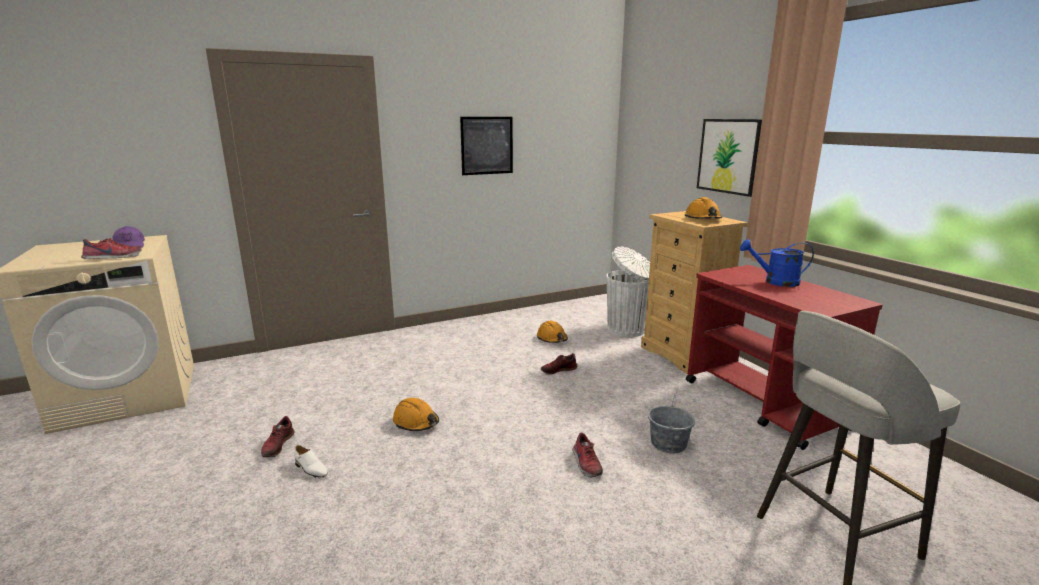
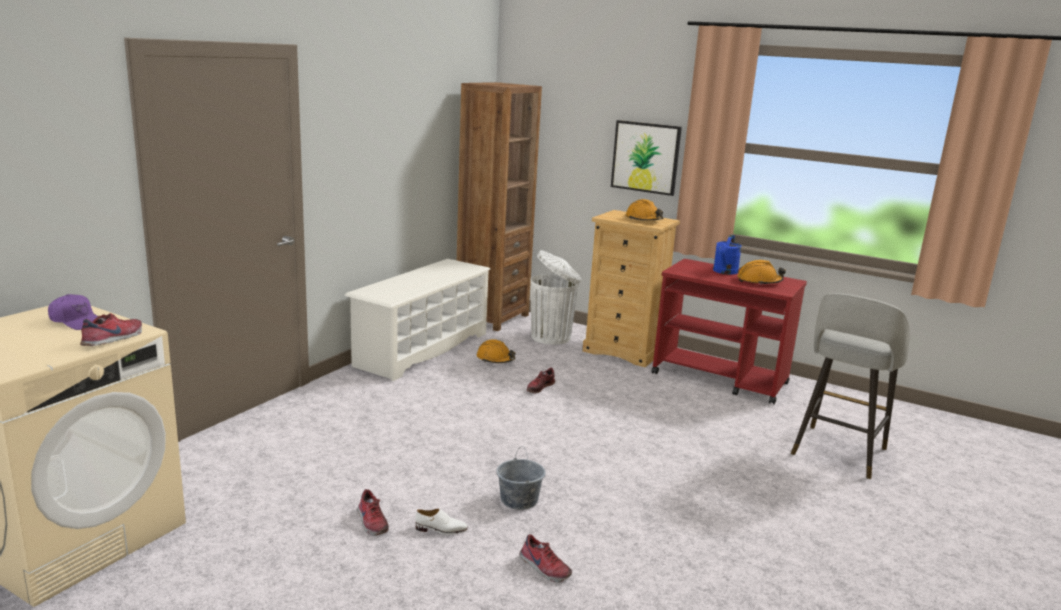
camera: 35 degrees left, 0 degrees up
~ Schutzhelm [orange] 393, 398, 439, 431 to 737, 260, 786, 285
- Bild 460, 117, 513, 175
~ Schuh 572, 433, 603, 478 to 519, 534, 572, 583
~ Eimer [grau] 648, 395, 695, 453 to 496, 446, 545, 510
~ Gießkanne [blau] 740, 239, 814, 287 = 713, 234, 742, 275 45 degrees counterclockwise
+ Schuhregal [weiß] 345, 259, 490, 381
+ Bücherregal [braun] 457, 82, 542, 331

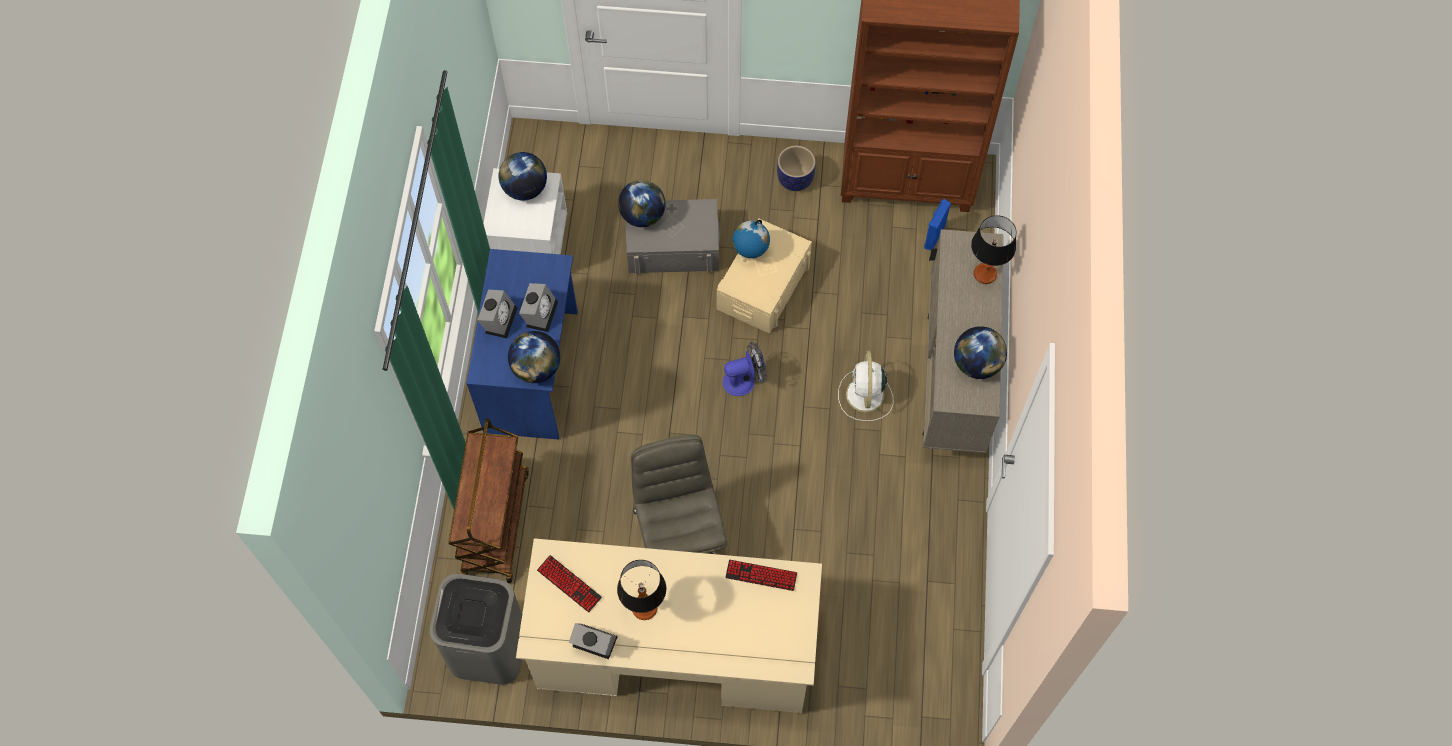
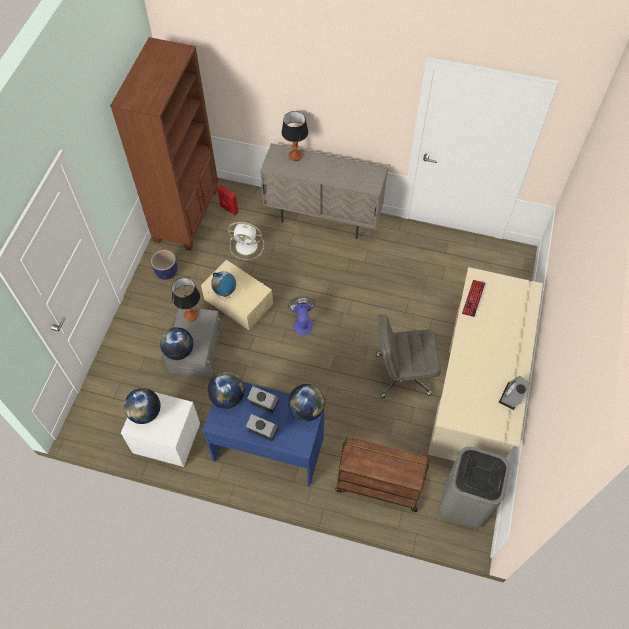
camera: 80 degrees left, 5 degrees down
- Tastatur 537, 555, 602, 613
~ Tischlampe 617, 560, 666, 620 to 172, 278, 200, 322
~ Ventilator [weiß] 838, 351, 894, 421 to 228, 222, 264, 260
~ Lautsprecher [blau] 924, 199, 951, 250 to Lautsprecher [rot] 217, 185, 238, 216
~ Globus 954, 326, 1007, 379 to 208, 372, 245, 409

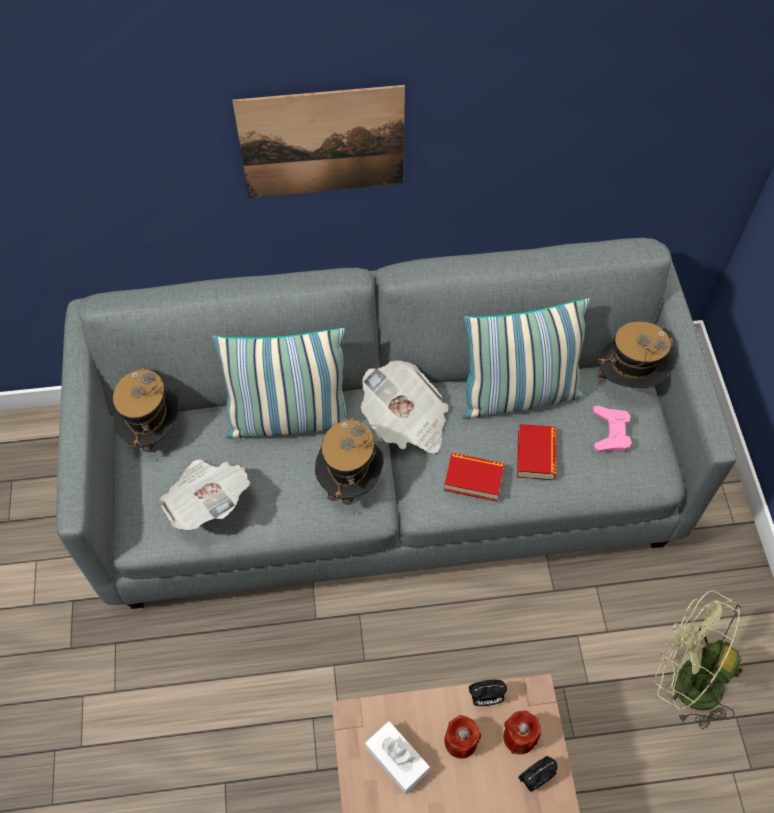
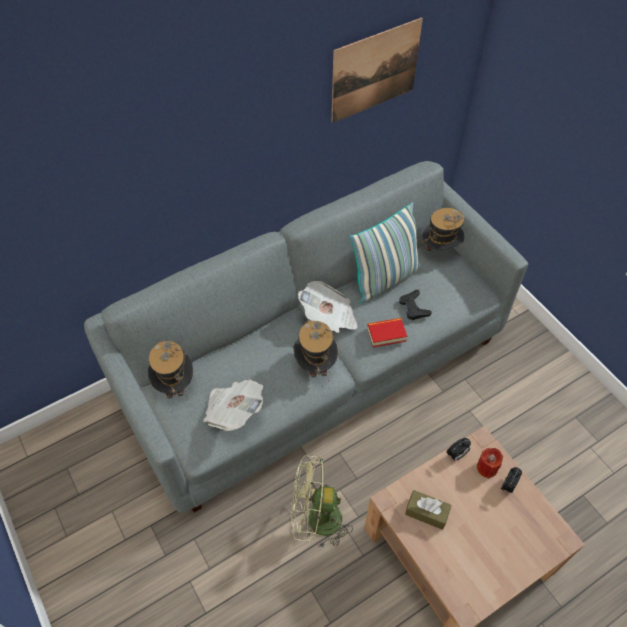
camera: 25 degrees left, 5 degrees down
- Kissen 212, 328, 346, 439
~ Bild 233, 85, 405, 198 to 332, 17, 423, 123
~ Taschentuchbox [weiß] 365, 721, 430, 795 to Taschentuchbox [braun] 405, 490, 451, 530
- Kerze [rot] 445, 715, 481, 759
~ Buch 517, 424, 556, 480 to Gamepad [schwarz] 399, 290, 432, 320
- Gamepad [rosa] 592, 405, 632, 452
~ Ventilator [grün] 653, 590, 744, 729 to 291, 455, 353, 549

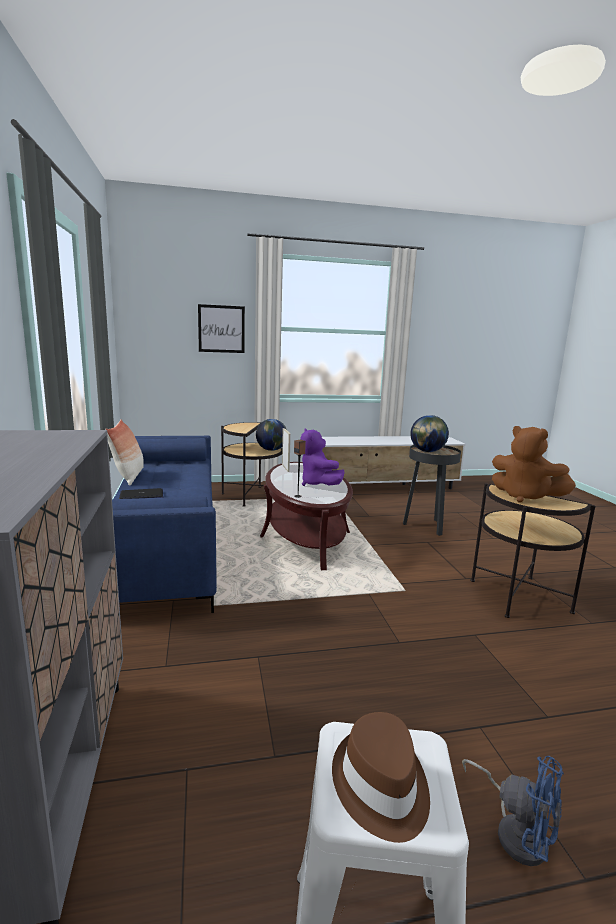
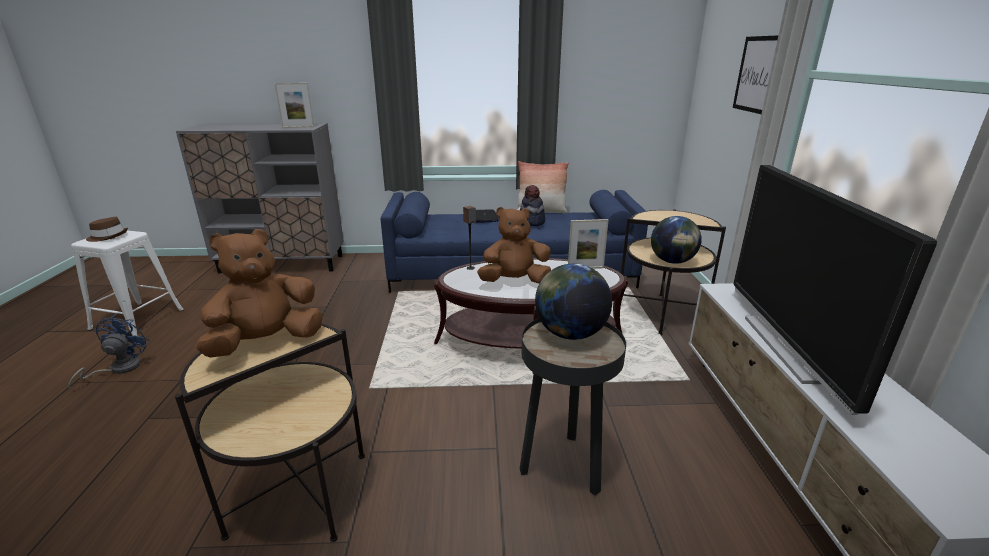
camera: 100 degrees right, 10 degrees up
~ Plüschtier [lila] 300, 428, 345, 486 to Plüschtier [braun] 477, 207, 551, 284
~ Ventilator [blau] 462, 756, 564, 866 = 68, 314, 150, 391 135 degrees clockwise
+ Bilderrahmen 274, 83, 314, 128
+ Hut 520, 185, 545, 226
+ Fernseher 734, 165, 937, 415

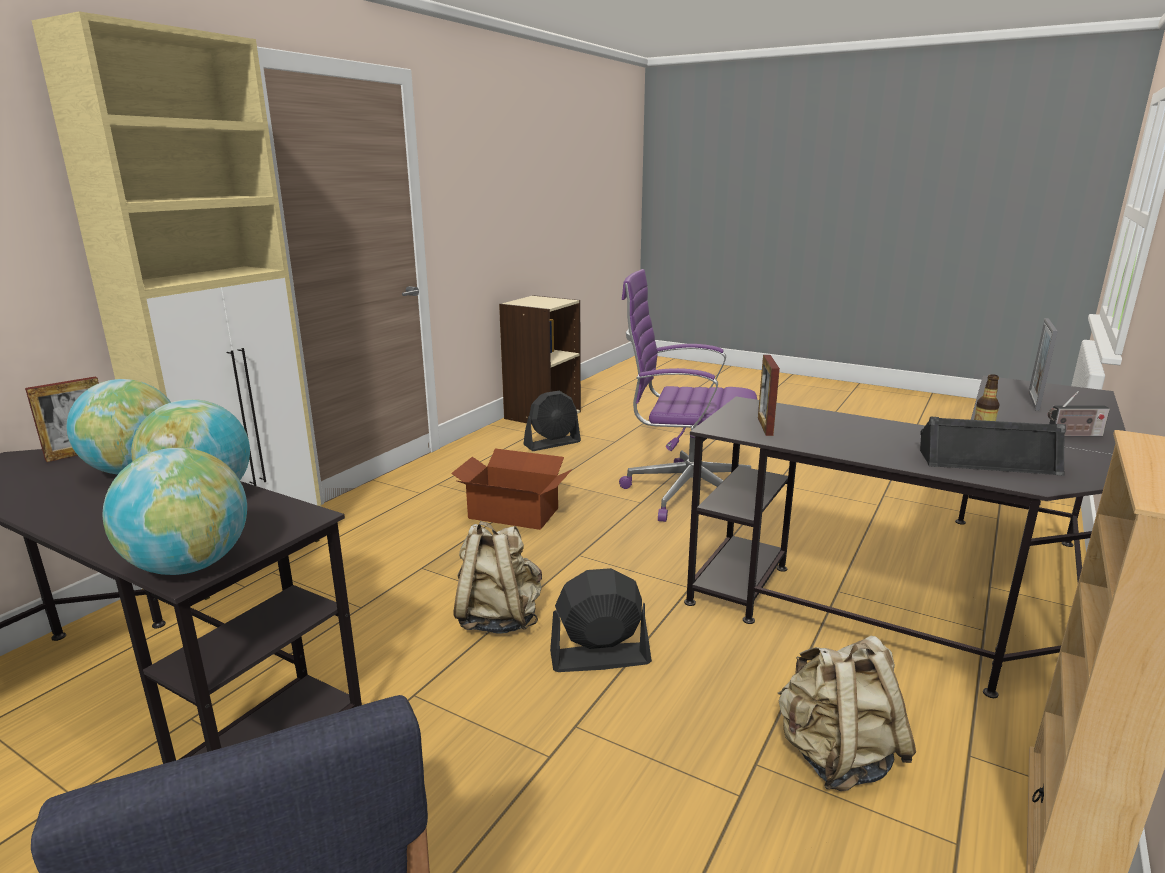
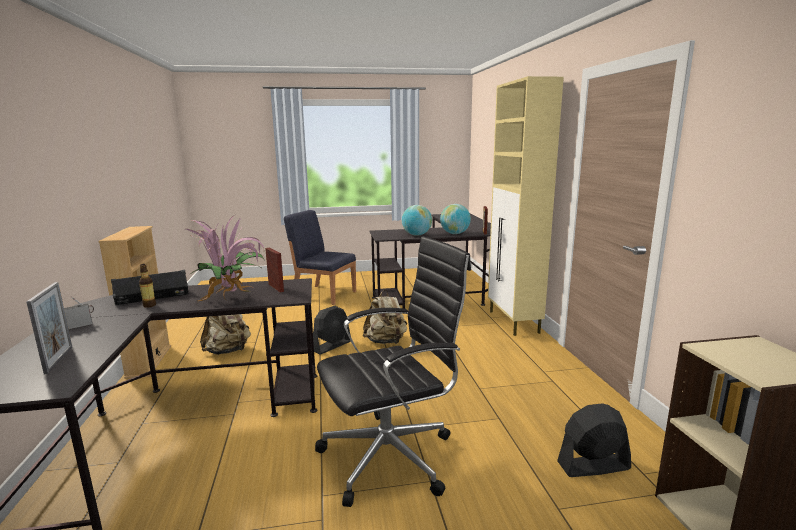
camera: 140 degrees right, 5 degrees down
- Globus 102, 448, 247, 575
- Karton 451, 449, 572, 530
~ Ventilator [schwarz] 523, 391, 581, 451 = 557, 403, 631, 477 60 degrees clockwise
~ Bürostuhl [lila] 619, 269, 757, 522 to Bürostuhl [schwarz] 315, 236, 471, 507
+ Topfpflanze 184, 215, 265, 305

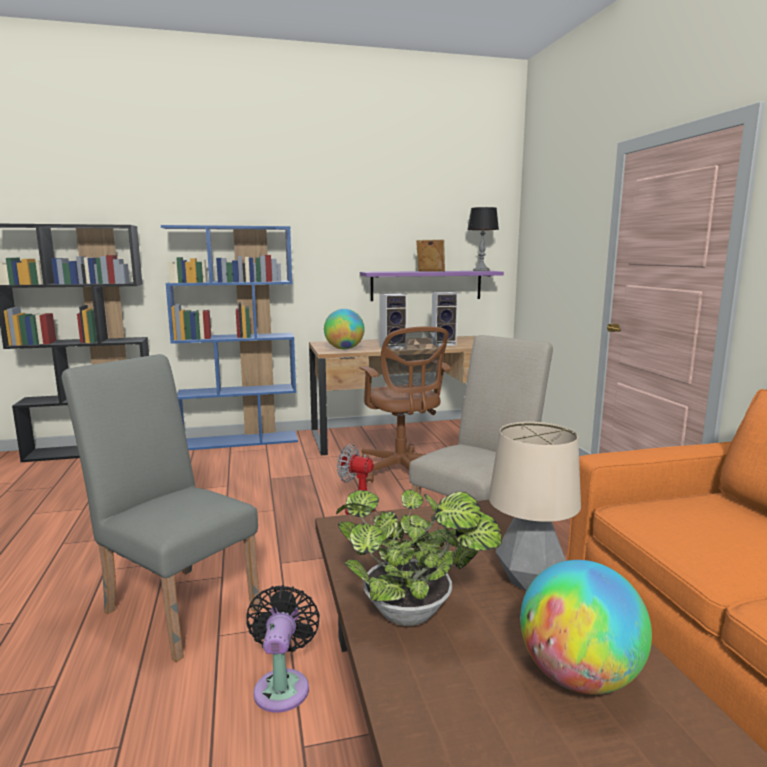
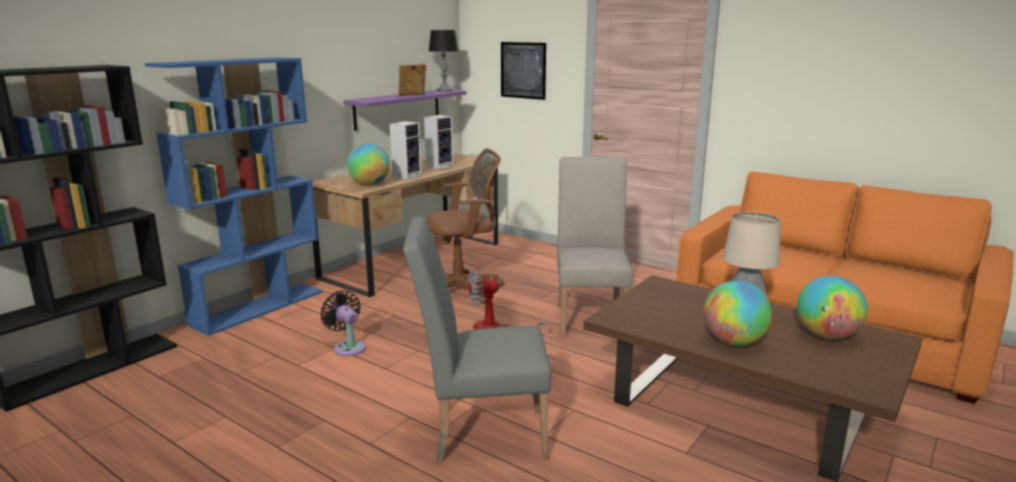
camera: 40 degrees left, 5 degrees up
~ Ventilator [schwarz] 246, 585, 320, 713 to 321, 290, 366, 356
~ Topfpflanze 336, 489, 502, 626 to Globus 703, 281, 772, 346
~ Bürostuhl [braun] 359, 326, 452, 483 = 426, 148, 504, 304 45 degrees counterclockwise
+ Bild 501, 42, 546, 100

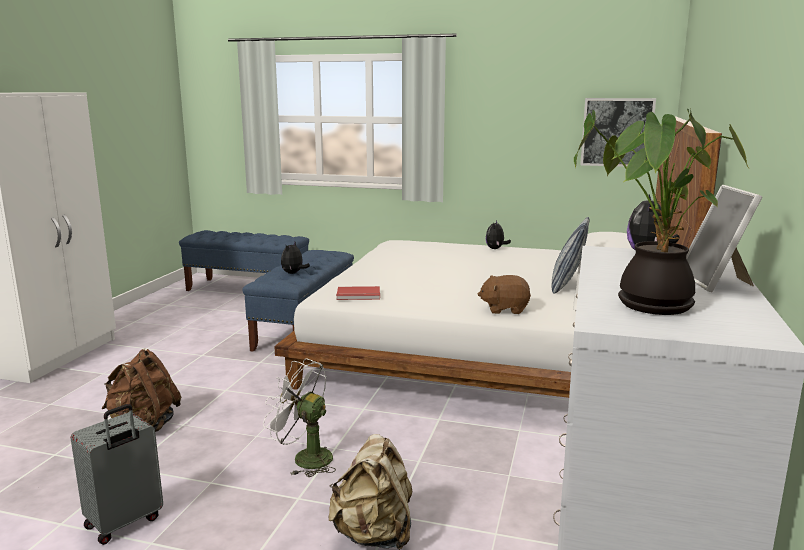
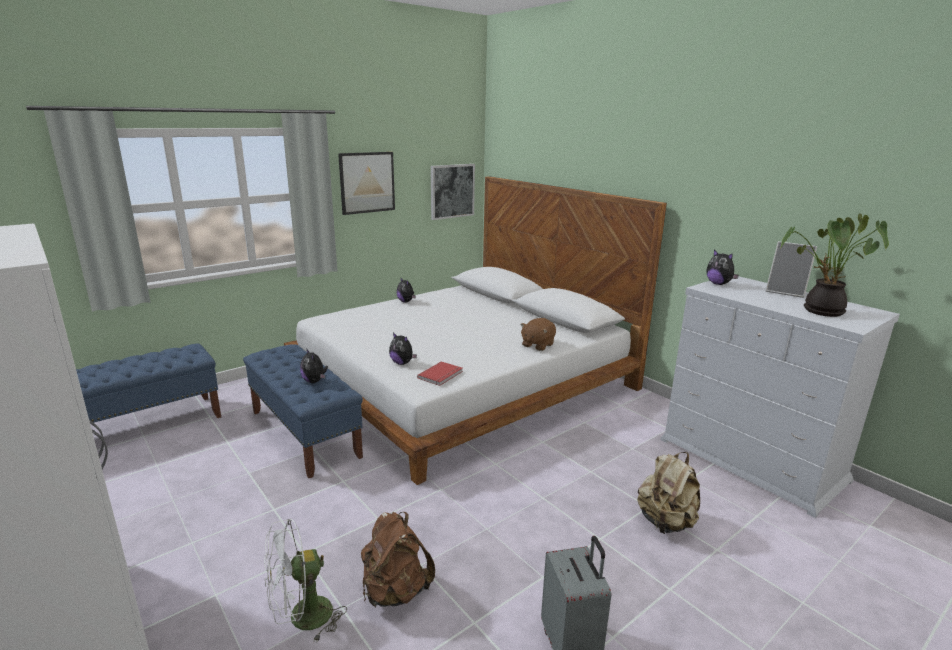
camera: 55 degrees left, 5 degrees up
~ Ventilator [weiß] 263, 359, 336, 477 to 264, 519, 347, 643
- Kissen 552, 217, 590, 294
+ Bild 338, 152, 395, 215
+ Plüschtier 389, 332, 417, 365

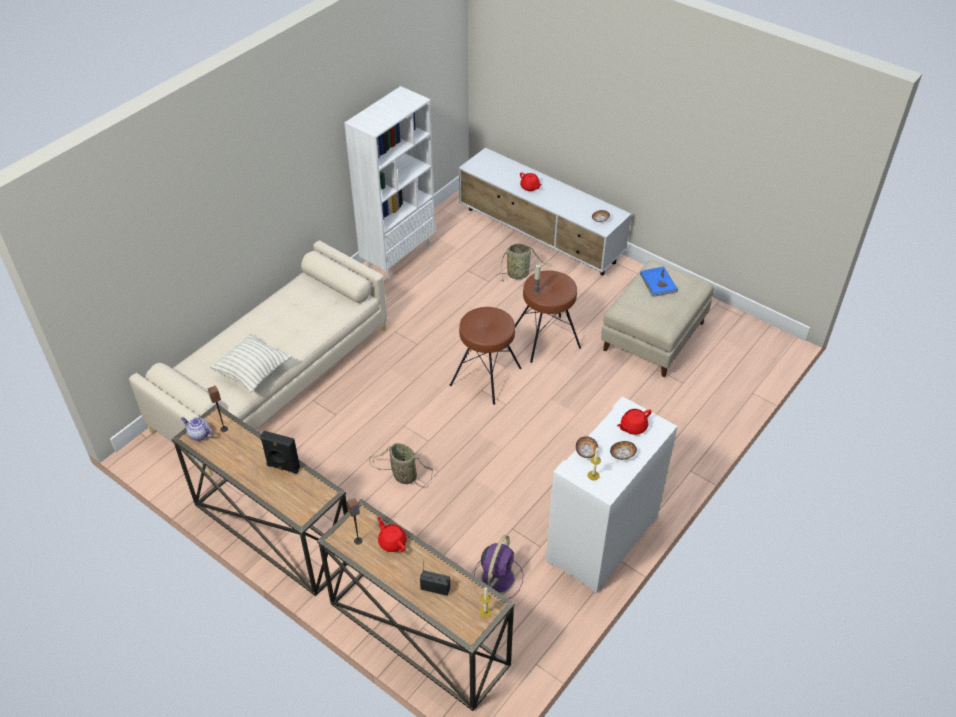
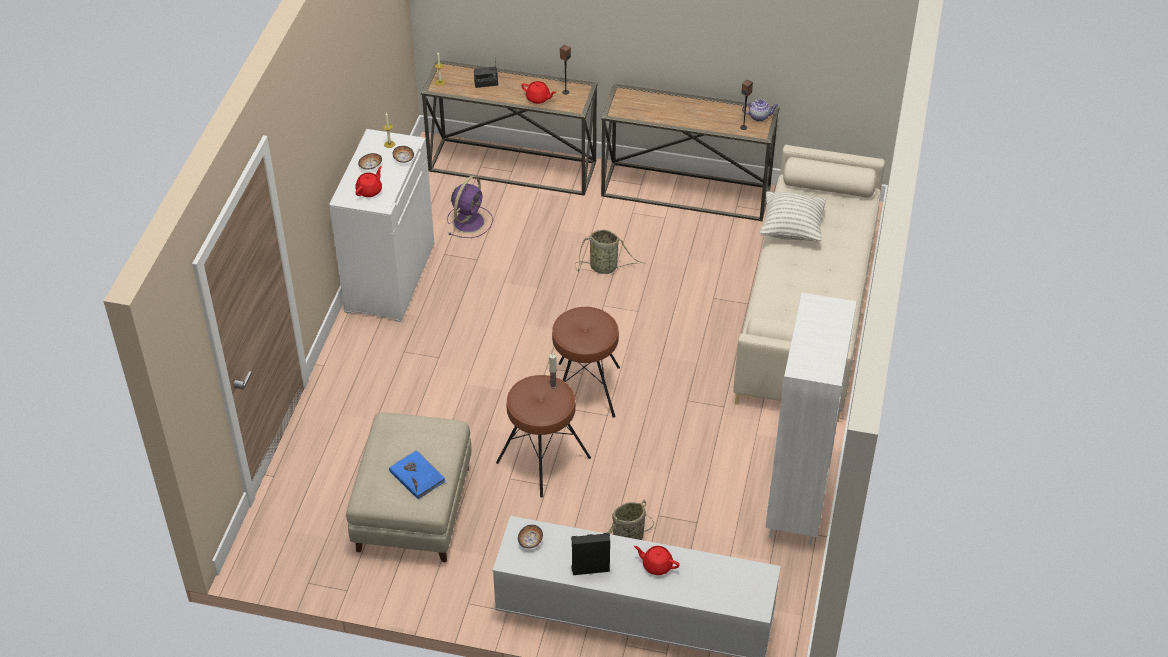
camera: 155 degrees right, 0 degrees up
~ Lautsprecher [schwarz] 260, 431, 300, 474 to 571, 533, 610, 575
~ Ventilator [lila] 474, 535, 523, 599 = 447, 176, 493, 238 150 degrees counterclockwise

